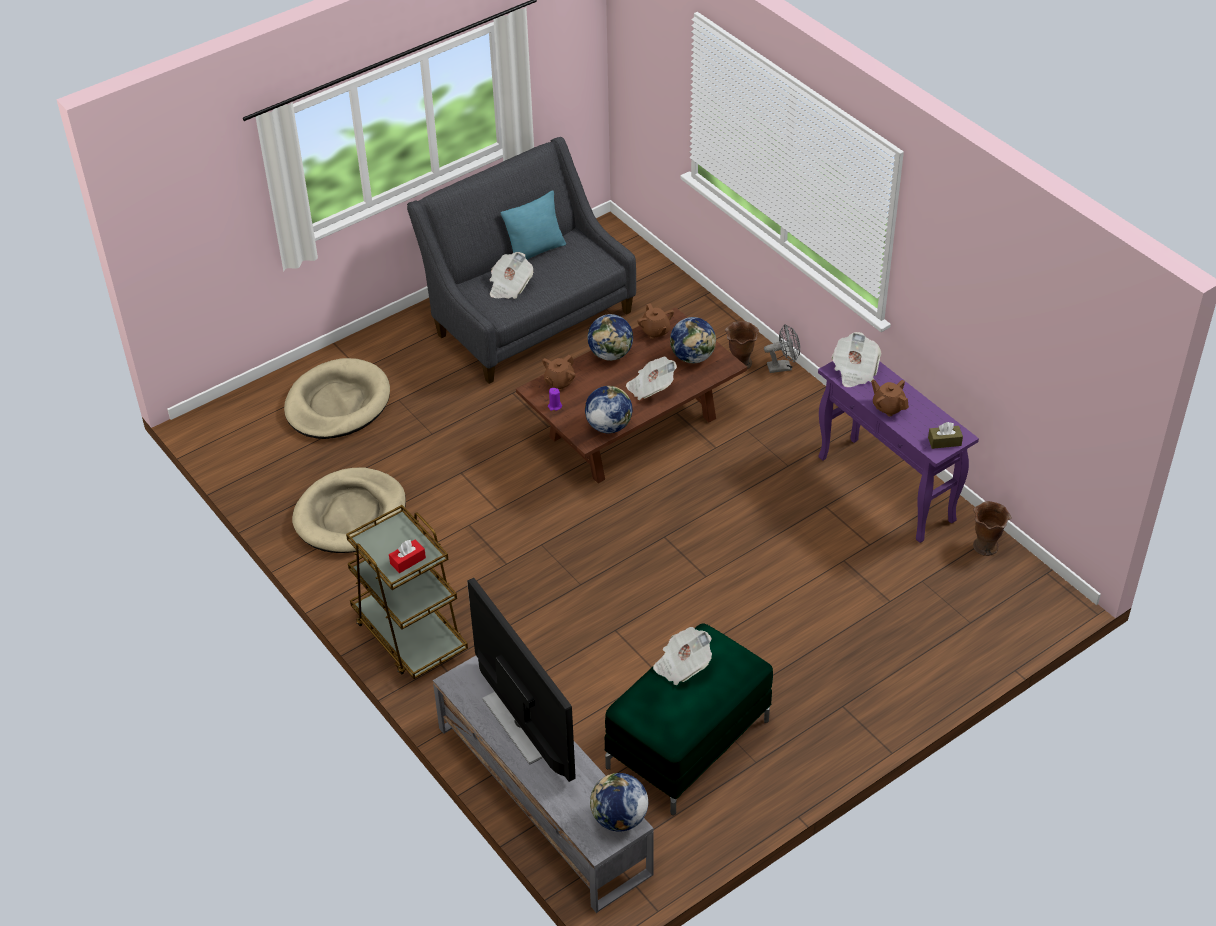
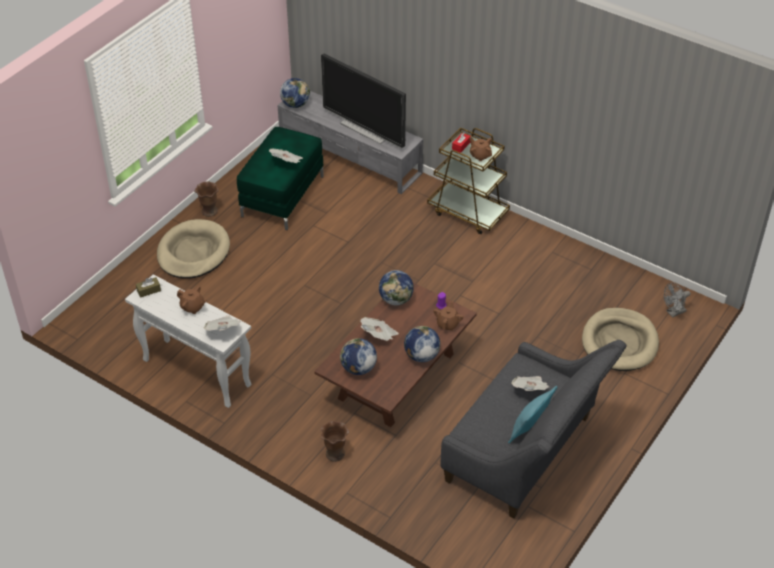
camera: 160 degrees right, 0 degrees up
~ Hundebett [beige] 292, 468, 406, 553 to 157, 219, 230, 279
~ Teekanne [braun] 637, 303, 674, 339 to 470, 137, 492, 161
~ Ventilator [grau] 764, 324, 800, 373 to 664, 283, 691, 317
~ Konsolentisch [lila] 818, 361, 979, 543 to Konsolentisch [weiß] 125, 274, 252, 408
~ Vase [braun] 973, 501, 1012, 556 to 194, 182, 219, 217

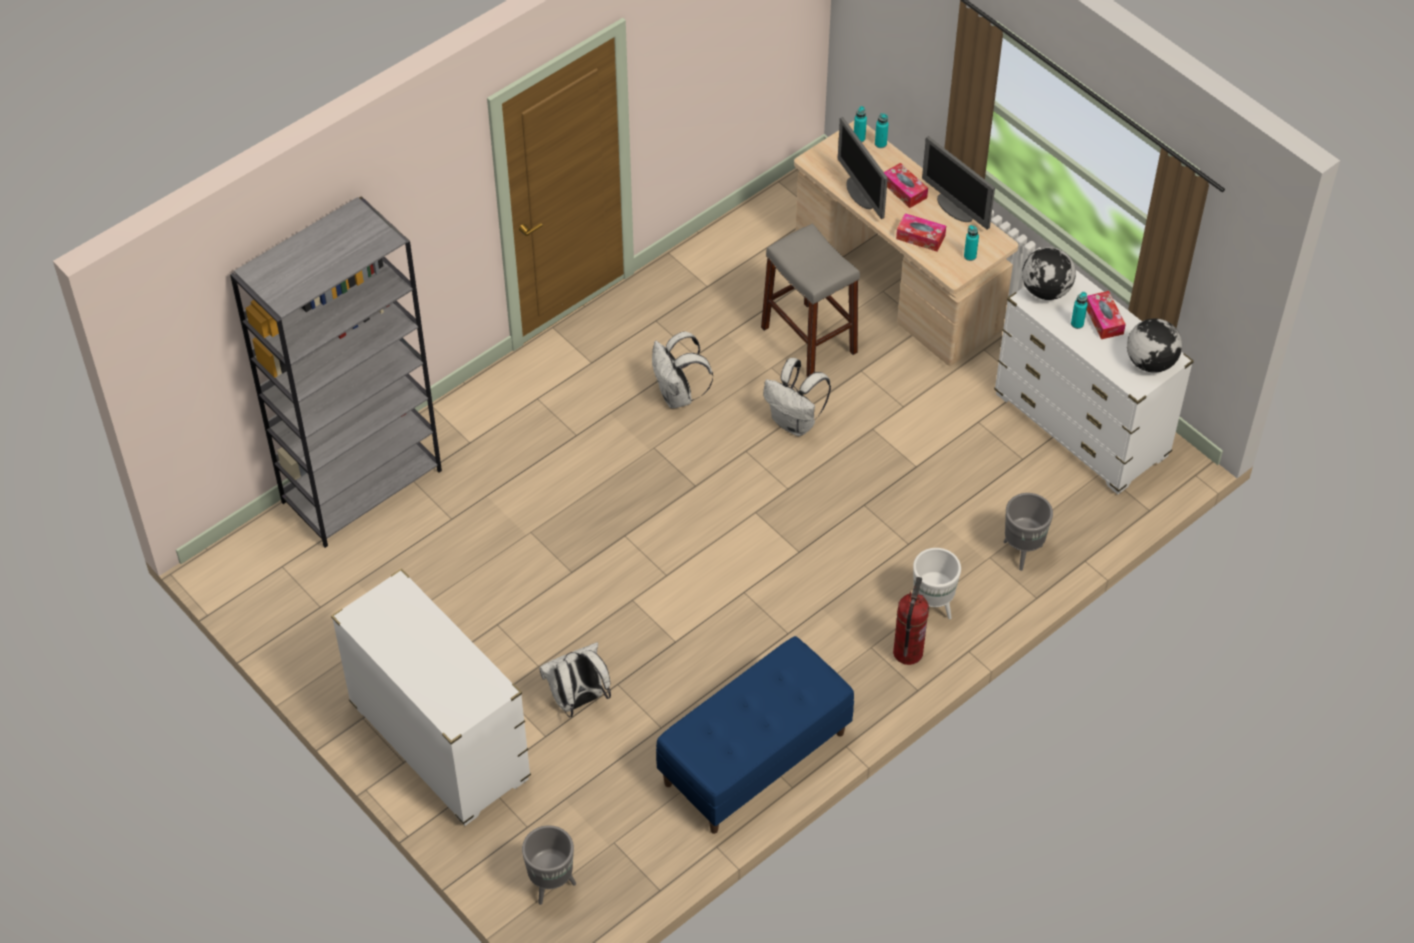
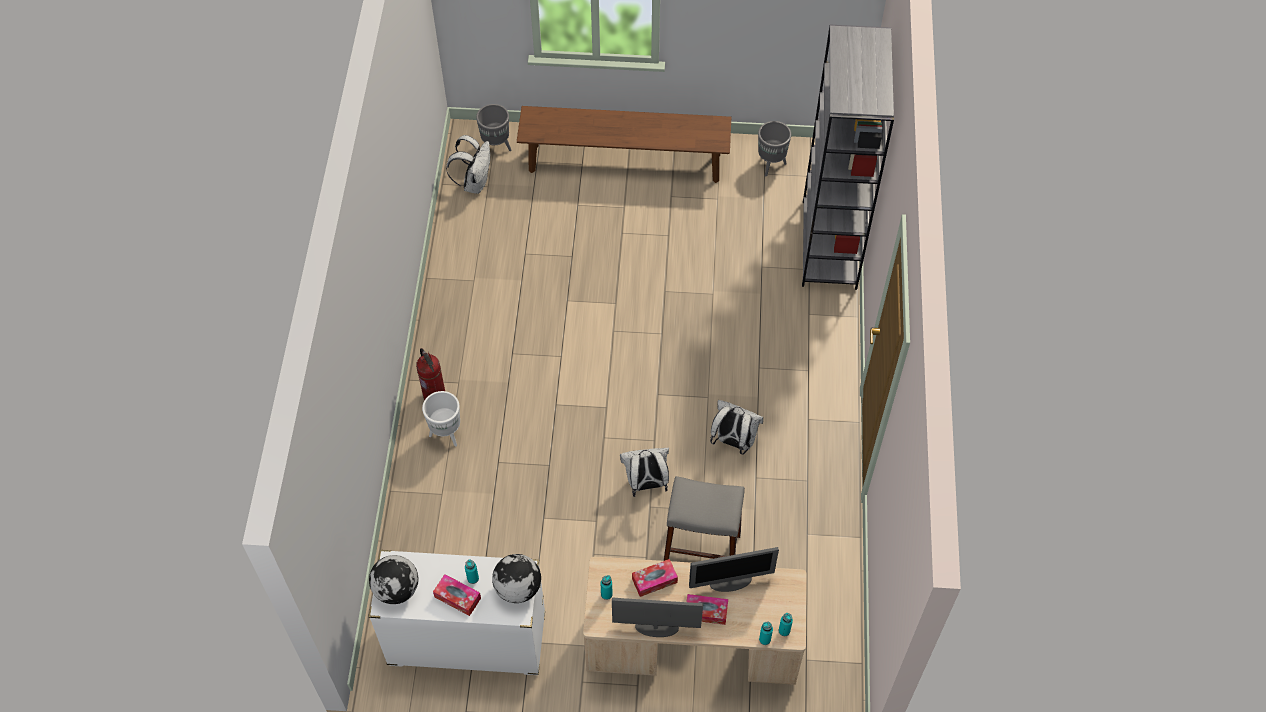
camera: 135 degrees right, 5 degrees up
~ Kommode [weiß] 331, 569, 531, 826 to Bank [braun] 517, 106, 731, 183
~ Rucksack [weiß] 539, 642, 611, 717 to 446, 135, 490, 194
- Bank [blau] 656, 636, 854, 834
~ Monitor 838, 117, 888, 219 = 689, 547, 779, 592 150 degrees clockwise
~ Pflanzkübel [grau] 1003, 493, 1053, 571 to 758, 121, 791, 177

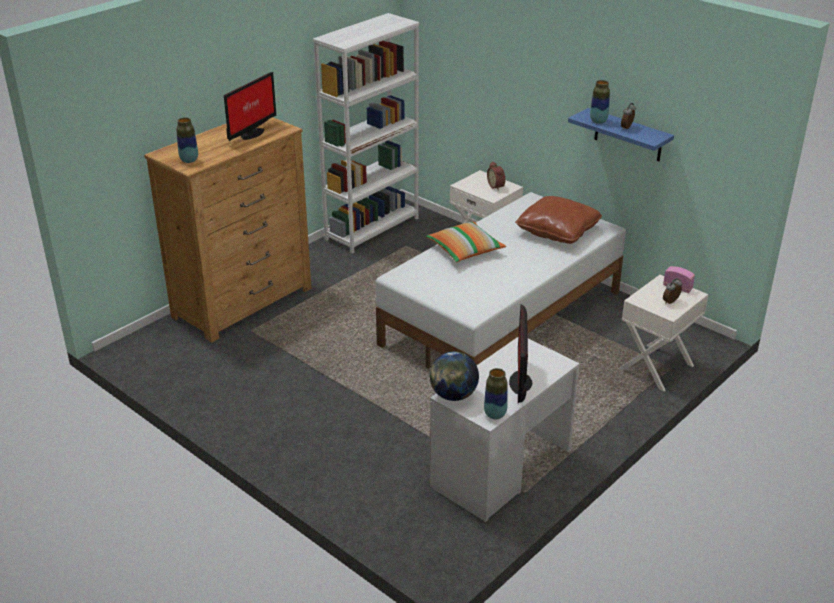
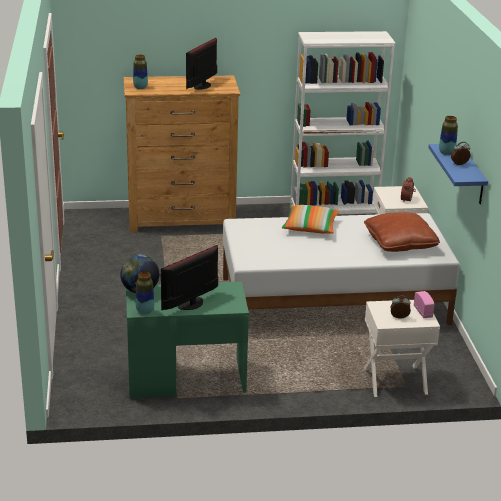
camera: 40 degrees right, 5 degrees down
~ Monitor 224, 72, 276, 141 = 186, 38, 217, 90 135 degrees clockwise
~ Schreibtisch [weiß] 430, 337, 580, 522 to Schreibtisch [grün] 126, 282, 249, 399

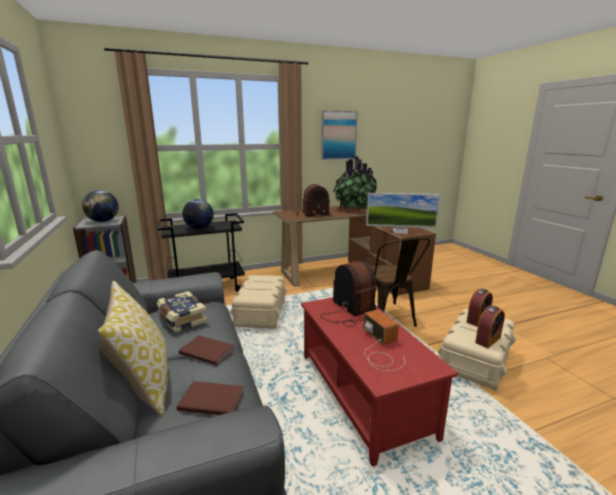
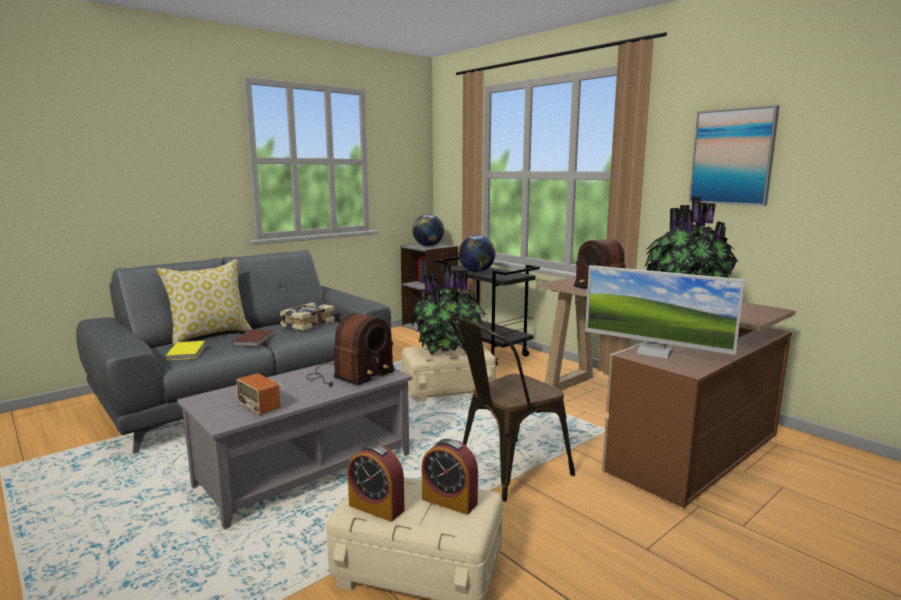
camera: 70 degrees right, 5 degrees down
~ Buch [braun] 177, 381, 244, 415 to Buch [gelb] 165, 341, 205, 360
~ Couchtisch [rot] 301, 297, 458, 467 to Couchtisch [grau] 177, 361, 412, 529
~ Radio 363, 309, 405, 371 = 236, 373, 284, 415 90 degrees clockwise
~ Monitor 366, 193, 440, 234 = 585, 265, 745, 359 45 degrees counterclockwise
+ Topfpflanze 411, 265, 487, 355

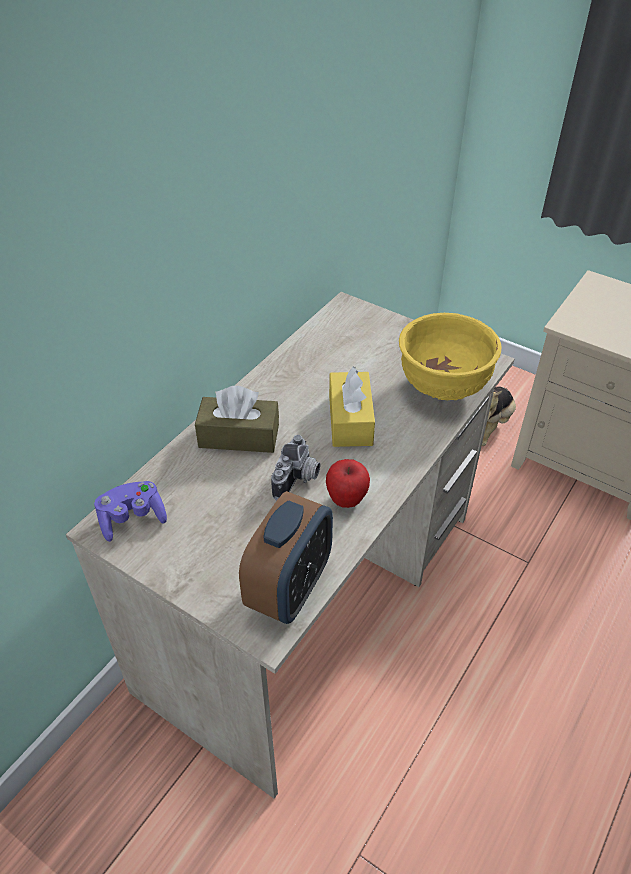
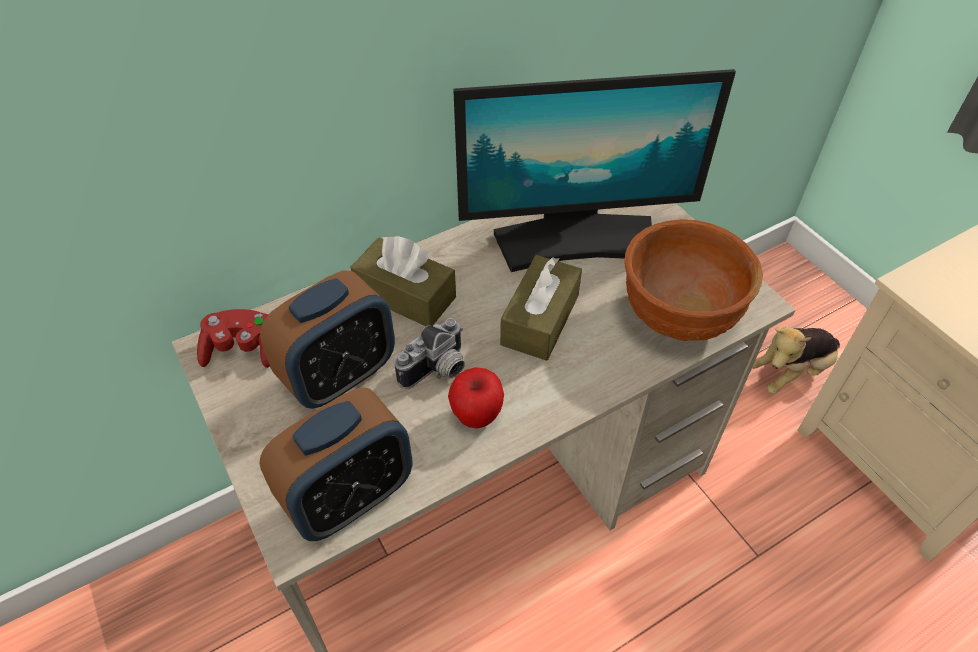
camera: 25 degrees right, 5 degrees up
~ Gamepad [lila] 94, 481, 167, 542 to Gamepad [rot] 197, 309, 270, 368
~ Taschentuchbox [gelb] 329, 367, 375, 447 to Taschentuchbox [braun] 500, 255, 582, 361
~ Schüssel [gelb] 399, 313, 502, 400 to Schüssel [braun] 624, 219, 763, 341
+ Wecker 260, 270, 395, 409
+ Monitor 453, 69, 736, 272

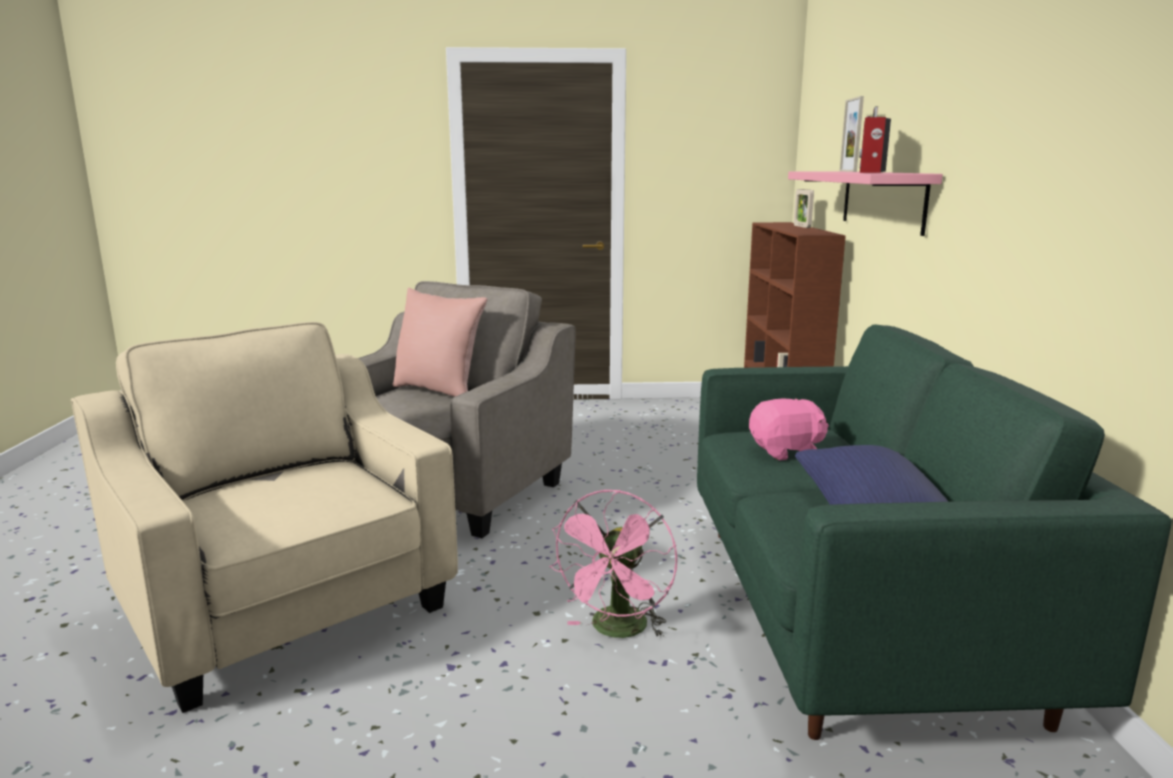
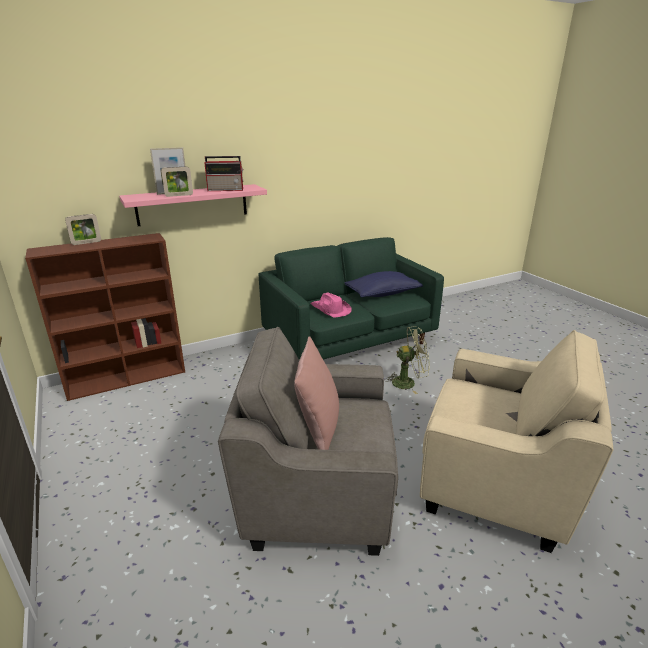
camera: 115 degrees left, 10 degrees up
~ Sessel [beige] 71, 322, 458, 713 = 420, 330, 614, 553 90 degrees counterclockwise
~ Ventilator [rosa] 549, 490, 677, 638 to Ventilator [grün] 386, 326, 430, 394
~ Plüschtier [rosa] 749, 398, 829, 460 to Hut [rosa] 310, 293, 352, 318
+ Bilderrahmen 161, 167, 193, 197

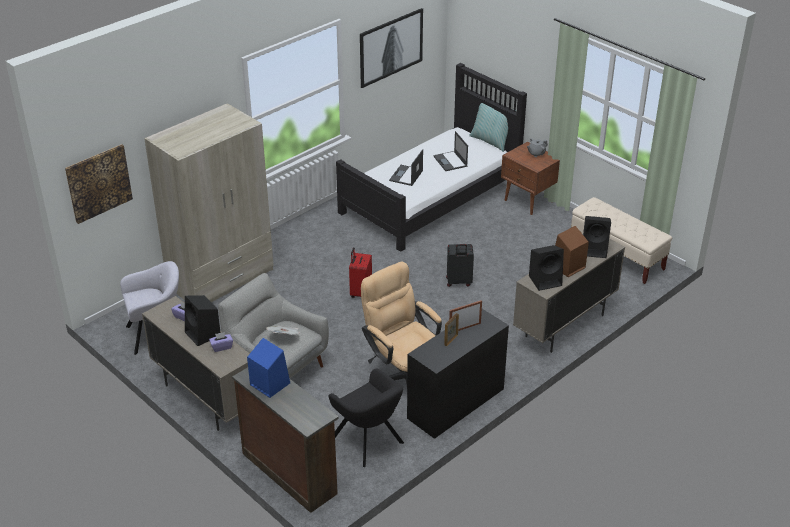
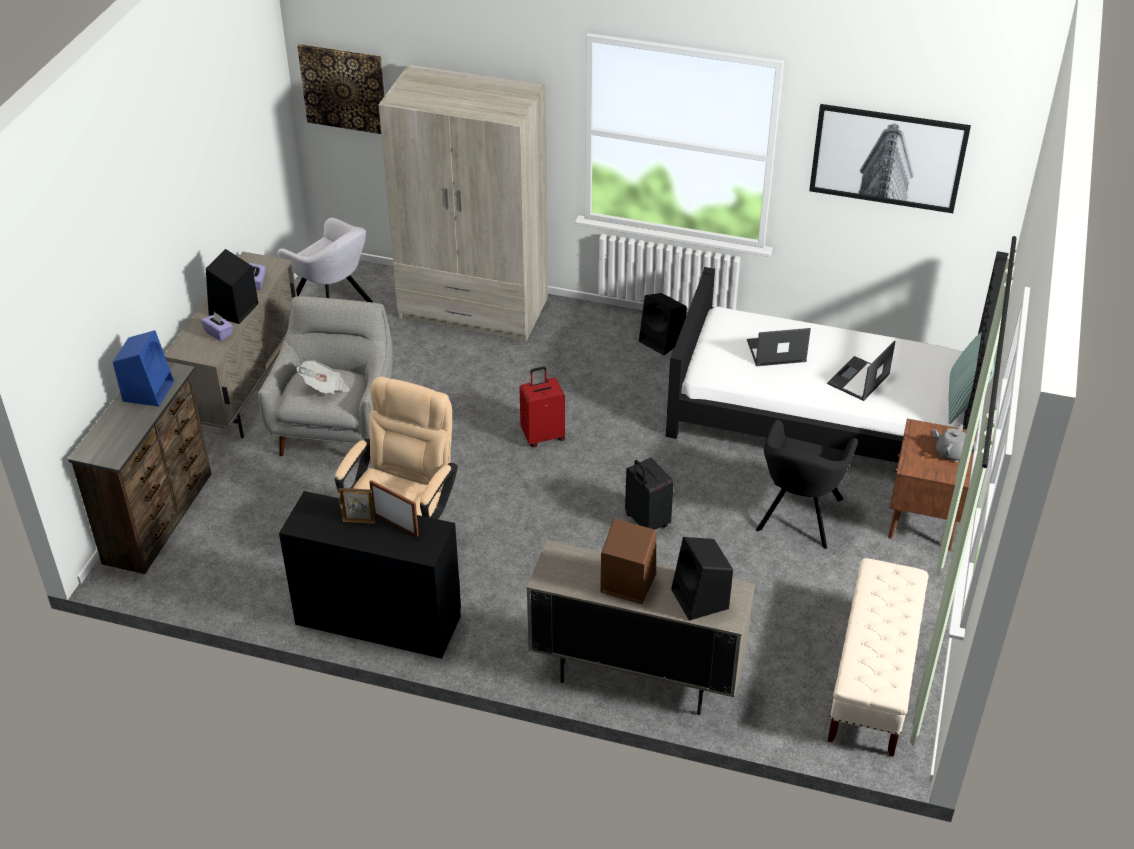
camera: 60 degrees right, 5 degrees up
~ Sessel [schwarz] 328, 369, 404, 467 to 756, 420, 858, 549
~ Lautsprecher [schwarz] 529, 245, 564, 291 to 639, 293, 687, 355

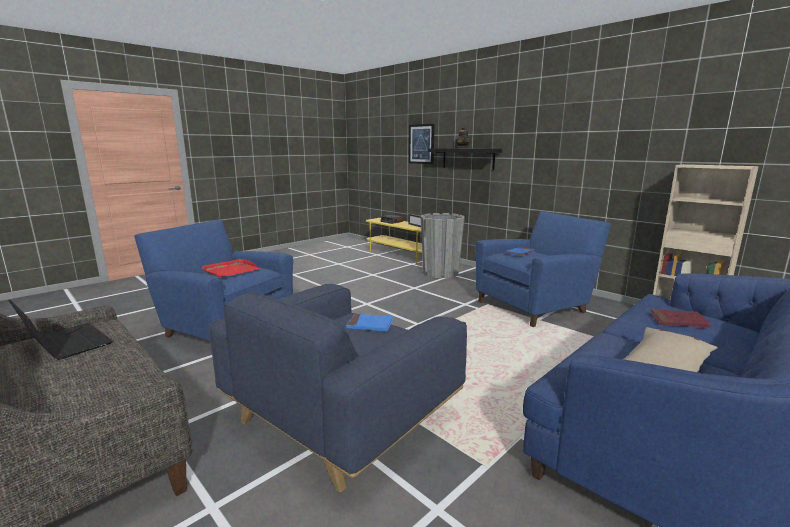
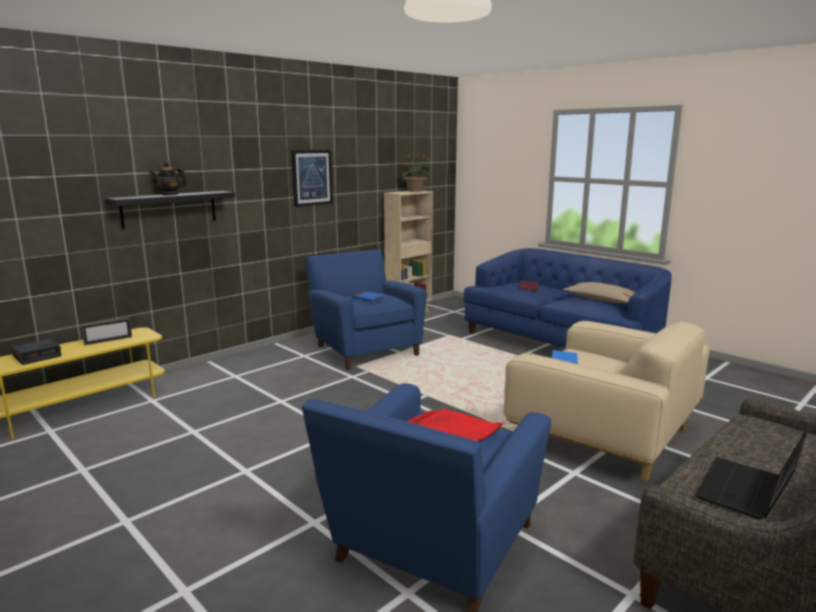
camera: 90 degrees left, 0 degrees up
~ Sessel [blau] 208, 284, 467, 493 to Sessel [beige] 503, 321, 710, 481
~ Bild 409, 124, 435, 164 to 291, 150, 333, 207
- Pflanzkübel [grau] 421, 213, 465, 278
+ Topfpflanze 400, 153, 432, 192

